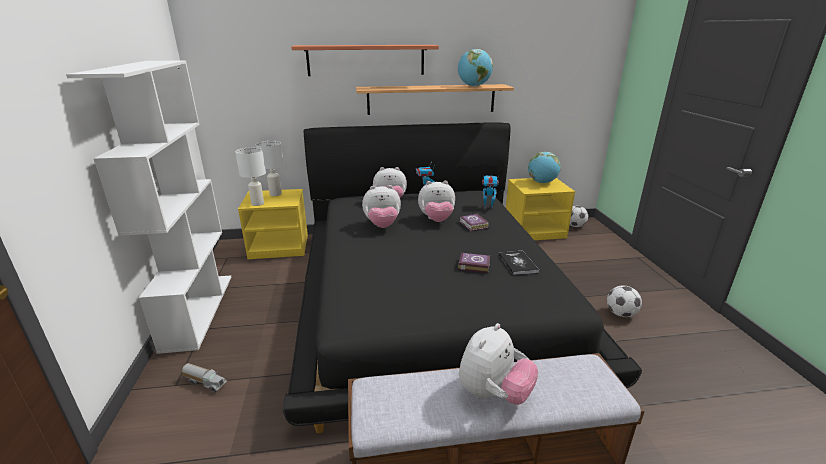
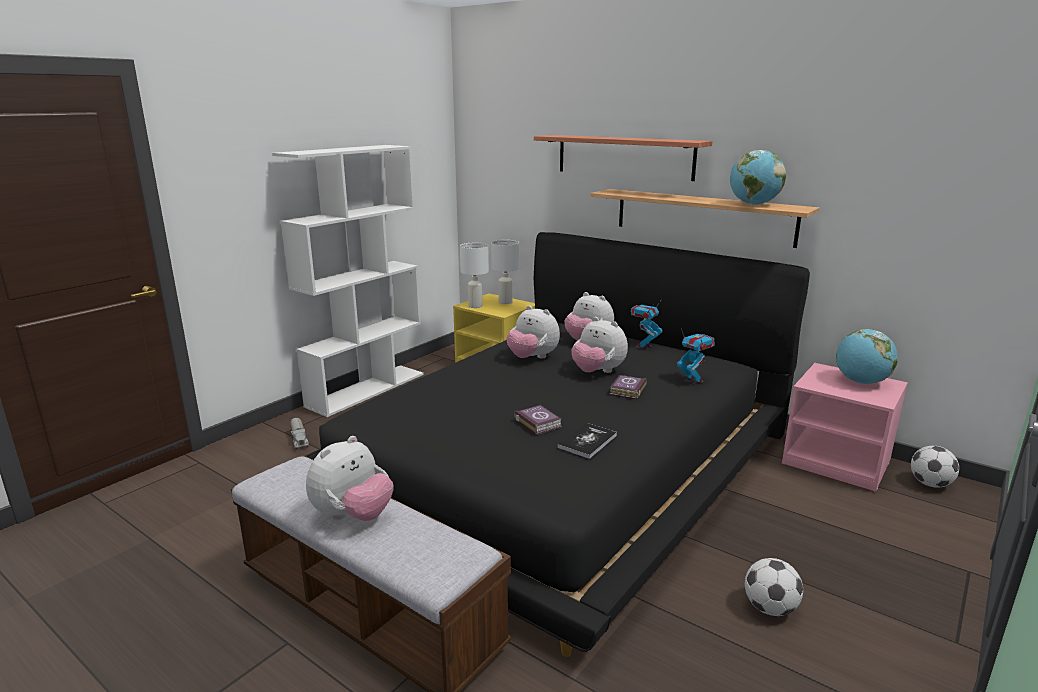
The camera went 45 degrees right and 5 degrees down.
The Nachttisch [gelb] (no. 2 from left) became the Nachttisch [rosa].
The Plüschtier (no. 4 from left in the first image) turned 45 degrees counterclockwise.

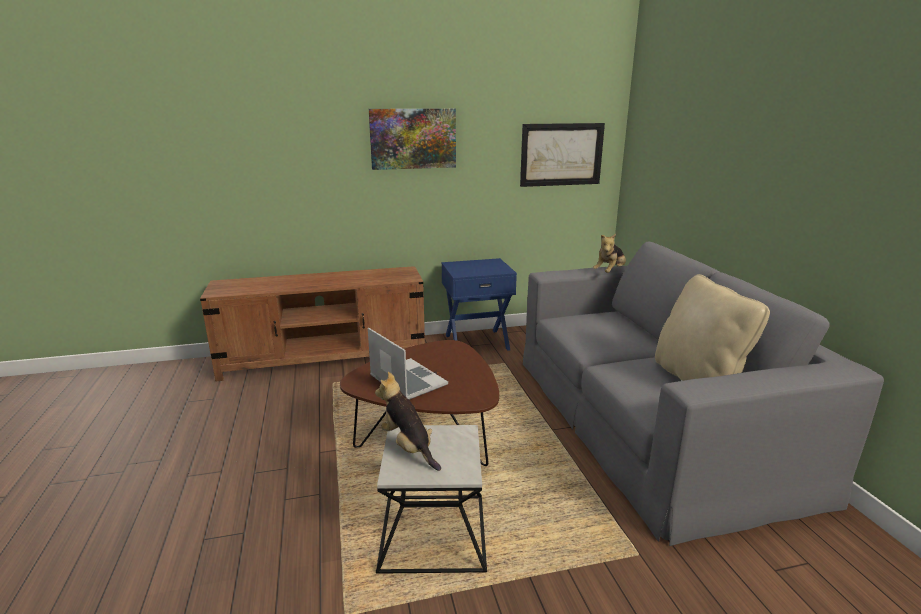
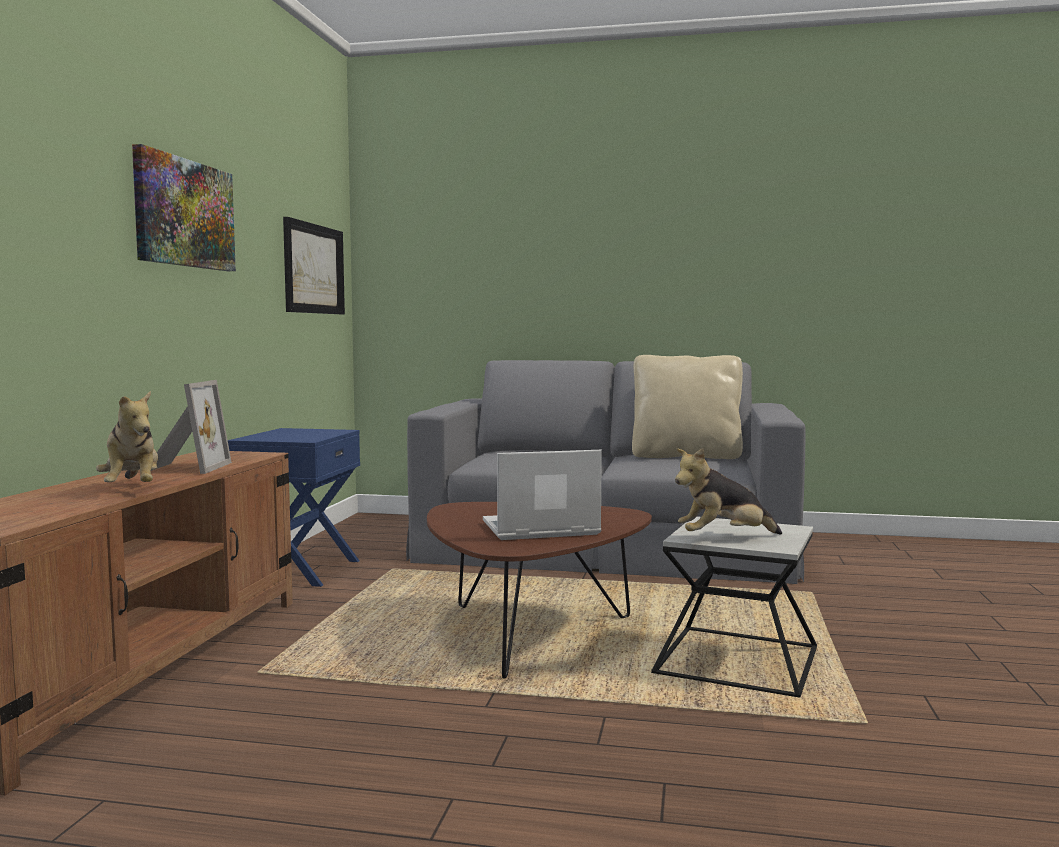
The camera went 65 degrees left and 15 degrees down.
The Bilderrahmen appeared.
The Plüschtier (no. 2 from left in the first image) moved.

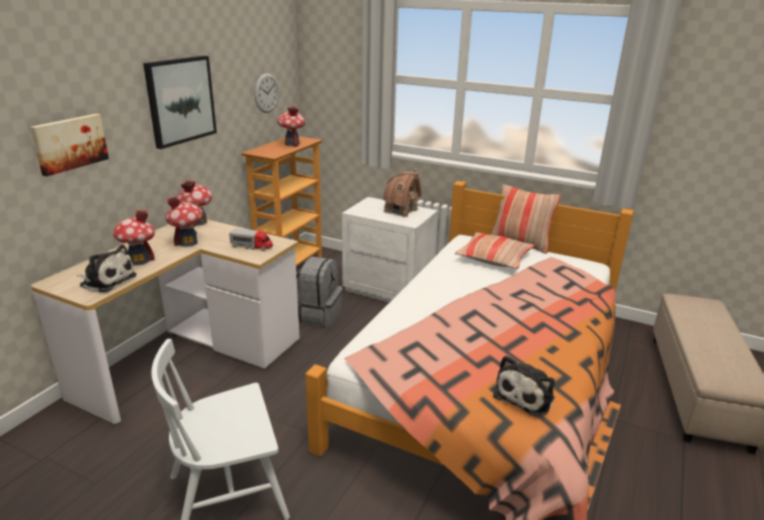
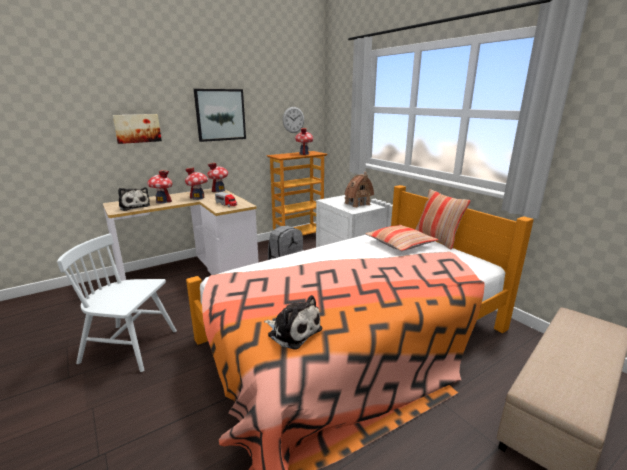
The camera went 30 degrees right and 5 degrees down.
The Plüschtier (no. 2 from left) turned 120 degrees counterclockwise.

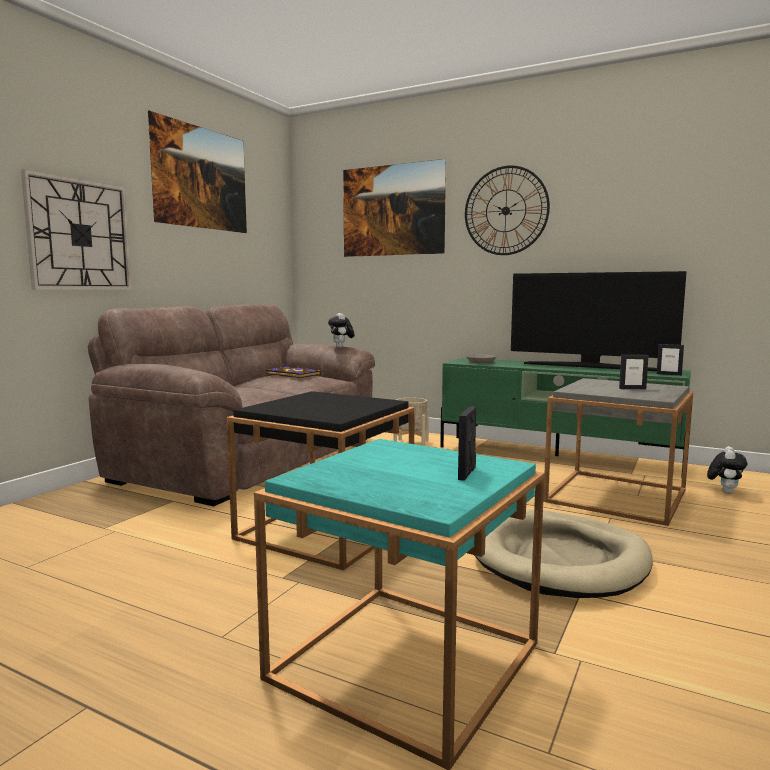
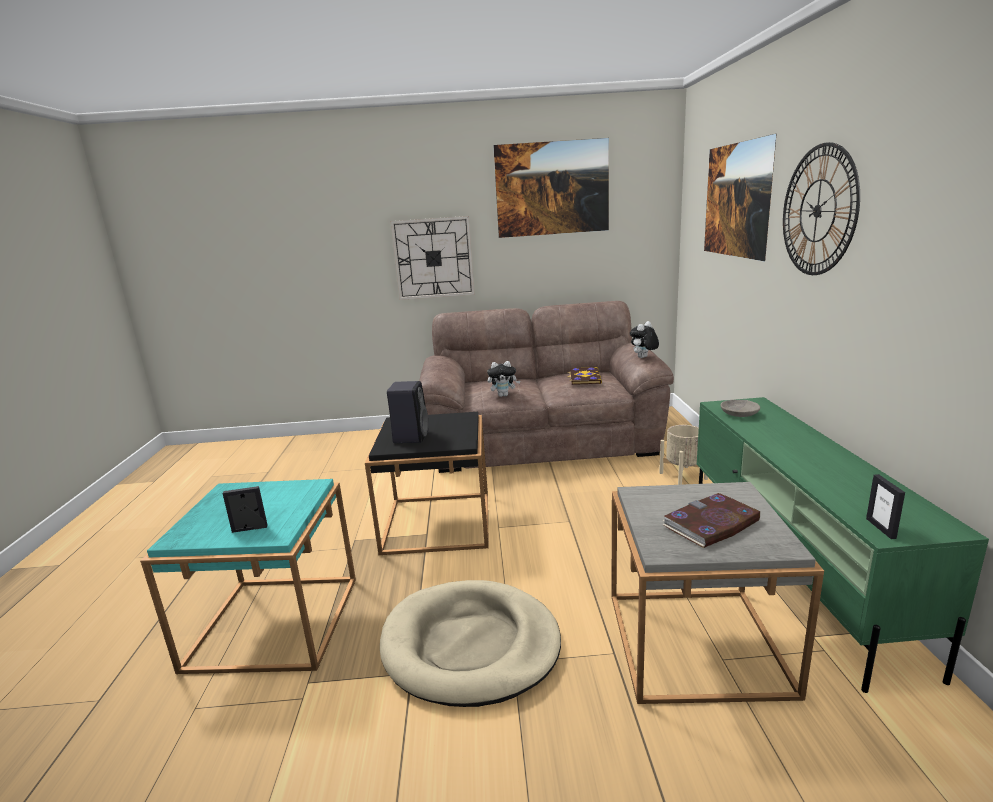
The camera went 60 degrees right and 10 degrees up.
The Fernseher disappeared.
The Lautsprecher [schwarz] appeared.
The Plüschtier (no. 2 from left in the first image) moved.
The Bilderrahmen (no. 2 from left) was replaced by the Buch (no. 2 from left).

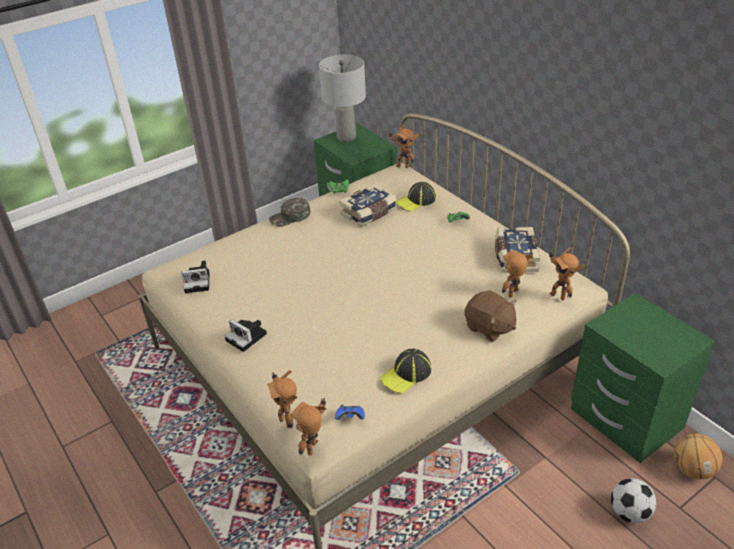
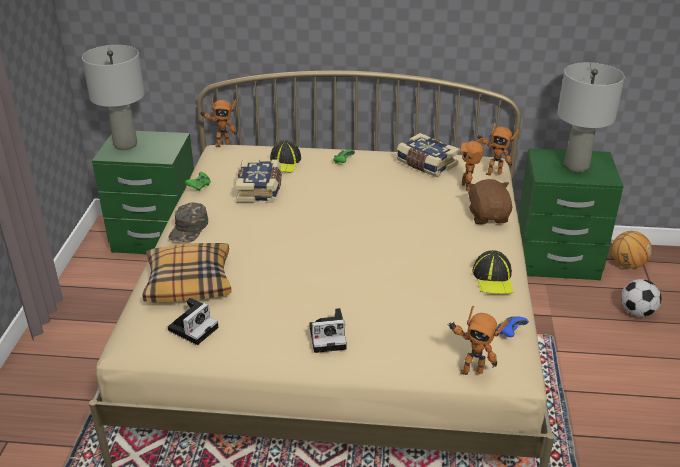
The camera went 50 degrees left and 5 degrees down.
The Spielzeugroboter (no. 2 from left) disappeared.
The Kissen appeared.
The Tischlampe [grau] (no. 2 from left) appeared.
The Plüschtier [braun] turned 90 degrees counterclockwise.

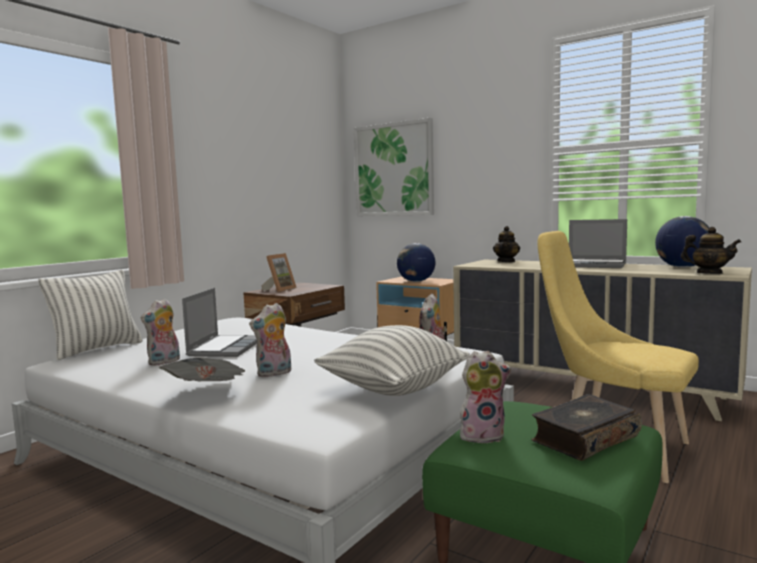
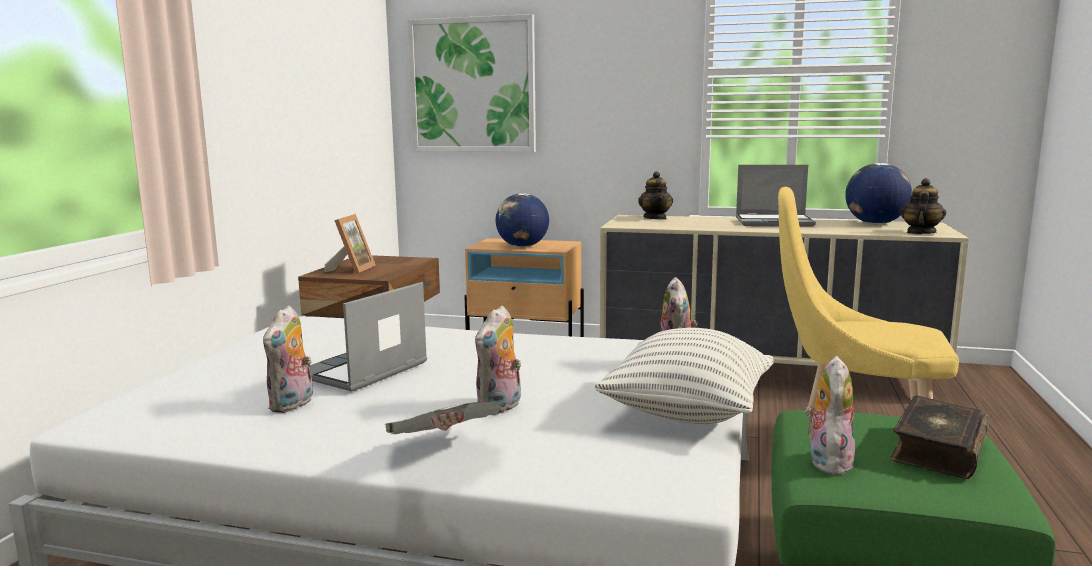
The camera went 20 degrees left and 5 degrees up.
The Kissen (no. 1 from left) disappeared.
The Laptop (no. 1 from left) turned 135 degrees counterclockwise.
The Plüschtier (no. 4 from left) turned 45 degrees counterclockwise.
The Teekanne (no. 2 from left) turned 75 degrees counterclockwise.

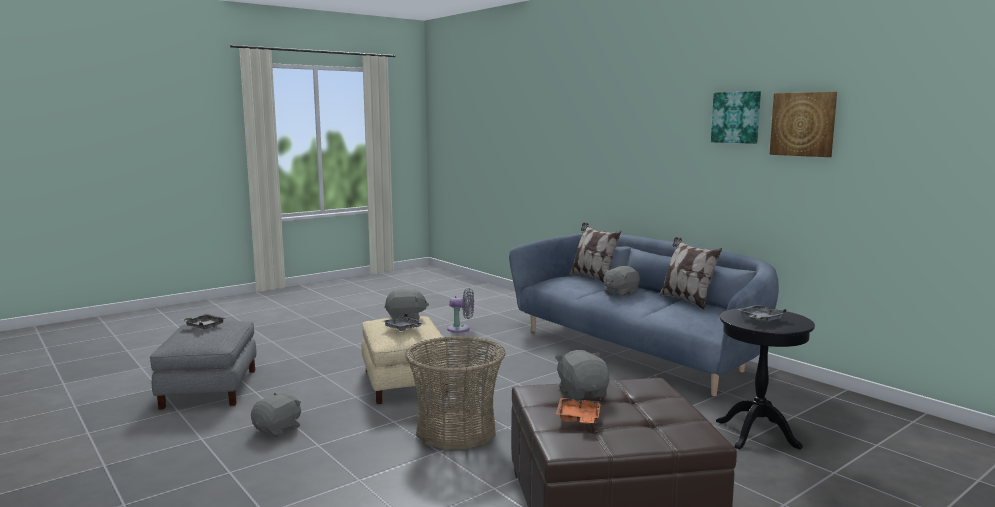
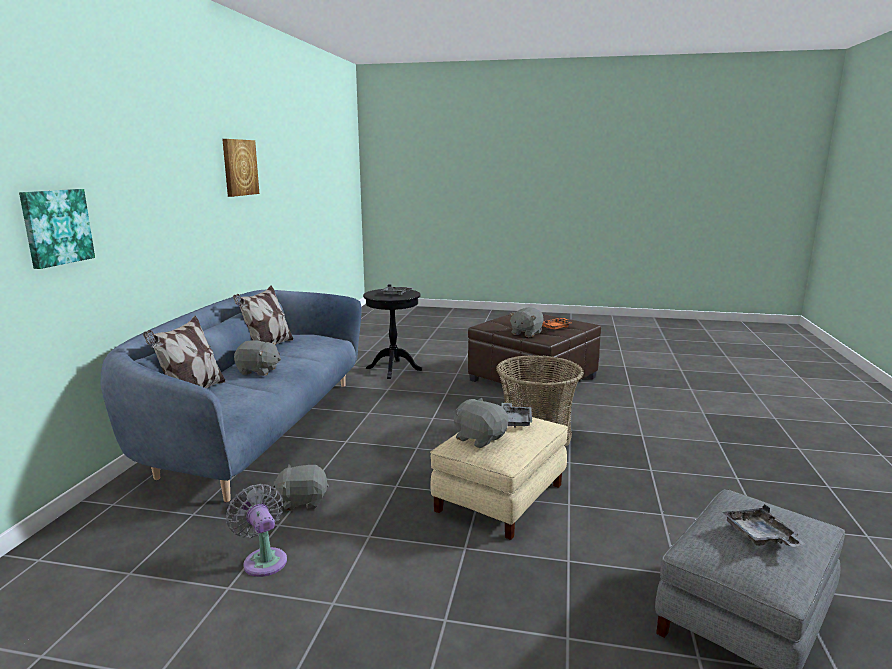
The camera went 130 degrees left and 5 degrees up.
The Plüschtier [grau] (no. 1 from left in the first image) moved.
The Bild (no. 1 from left) moved.

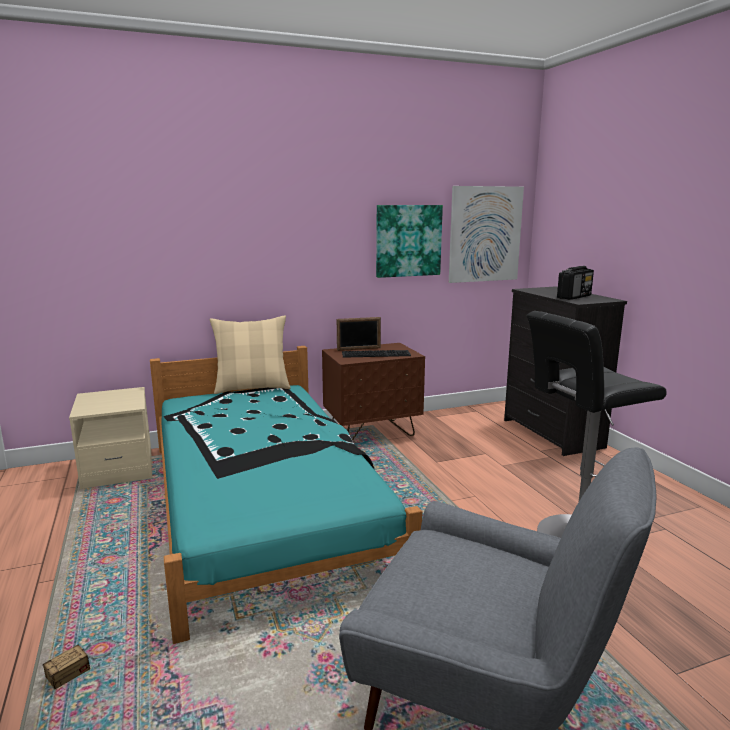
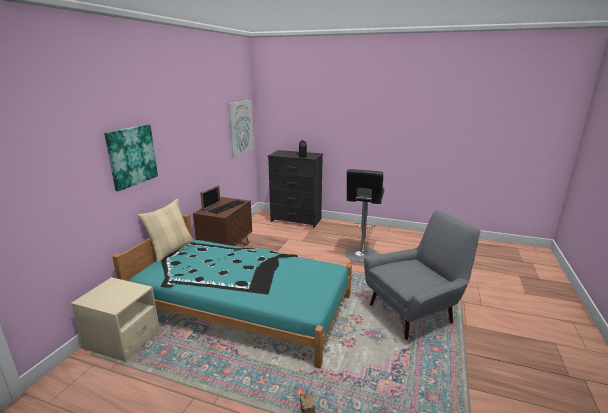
The camera went 50 degrees left and 5 degrees up.
The Bild (no. 1 from left) moved.

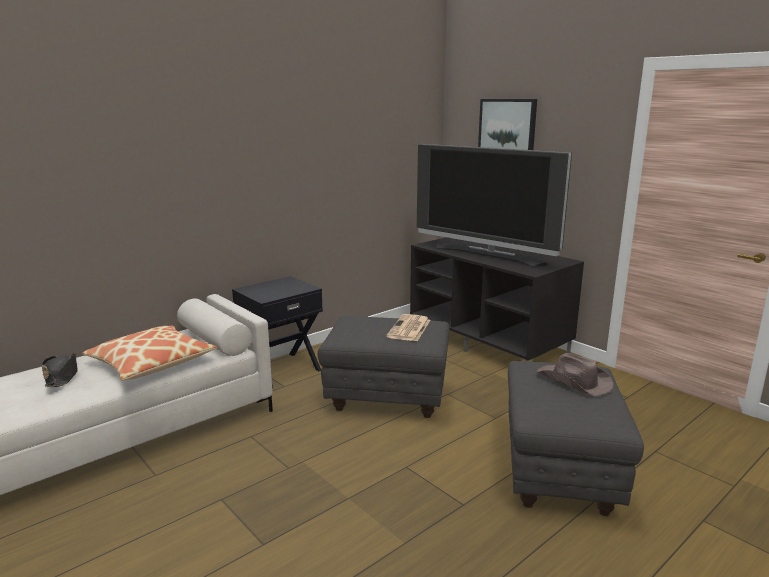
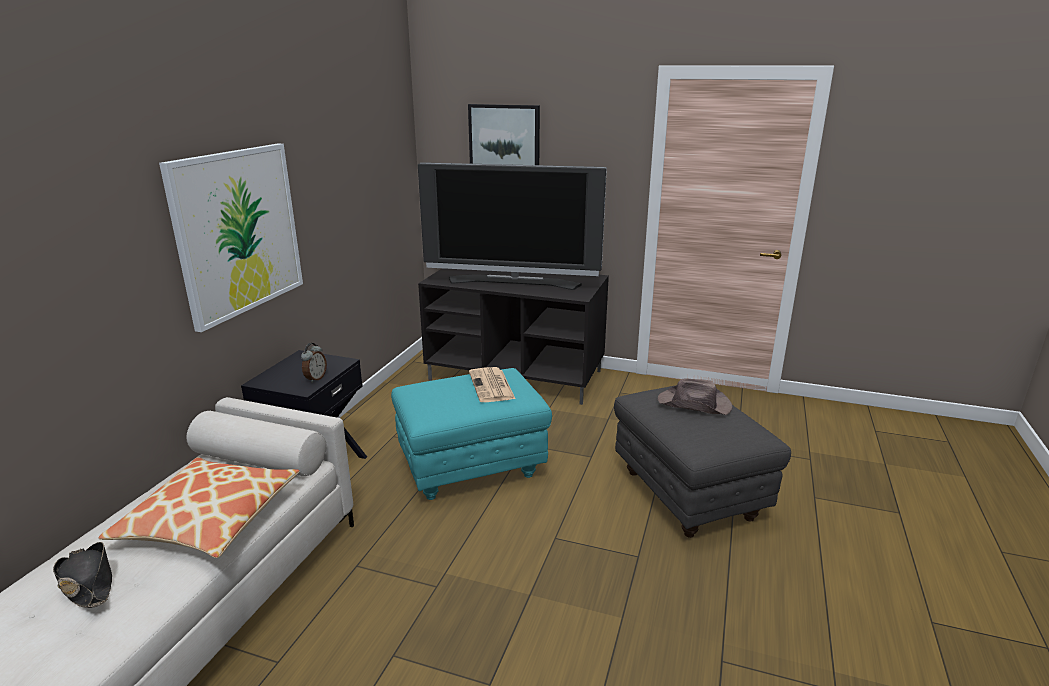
The camera went 30 degrees left and 5 degrees up.
The Bild (no. 1 from left) appeared.
The Wecker appeared.
The Polsterhocker [grau] (no. 1 from left) became the Polsterhocker [türkis].

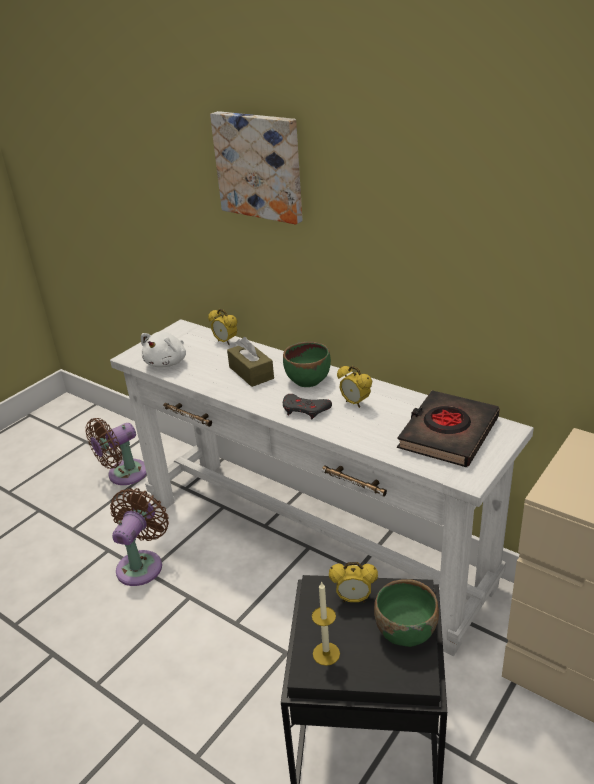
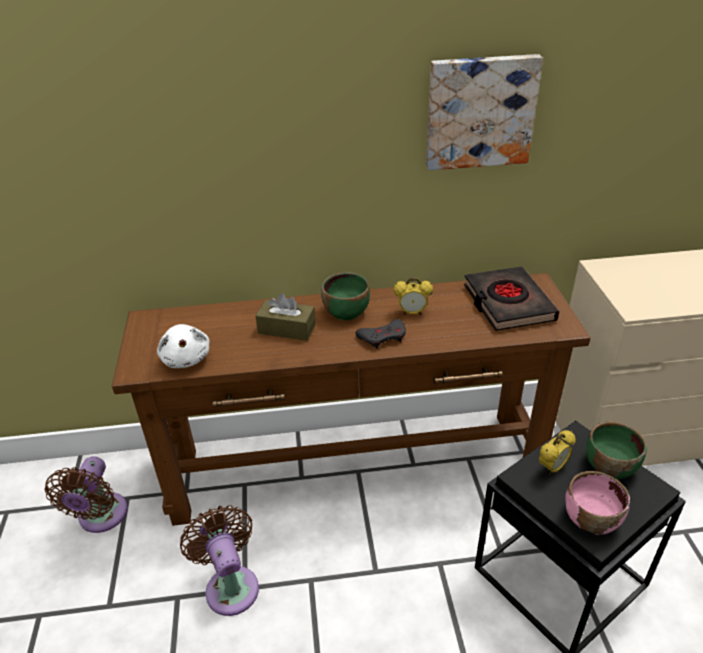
The camera went 45 degrees left and 5 degrees up.
The Wecker (no. 1 from left) disappeared.
The Bild moved.
The Kerze was replaced by the Schüssel [rosa].
The Konsolentisch [weiß] became the Konsolentisch [braun].

